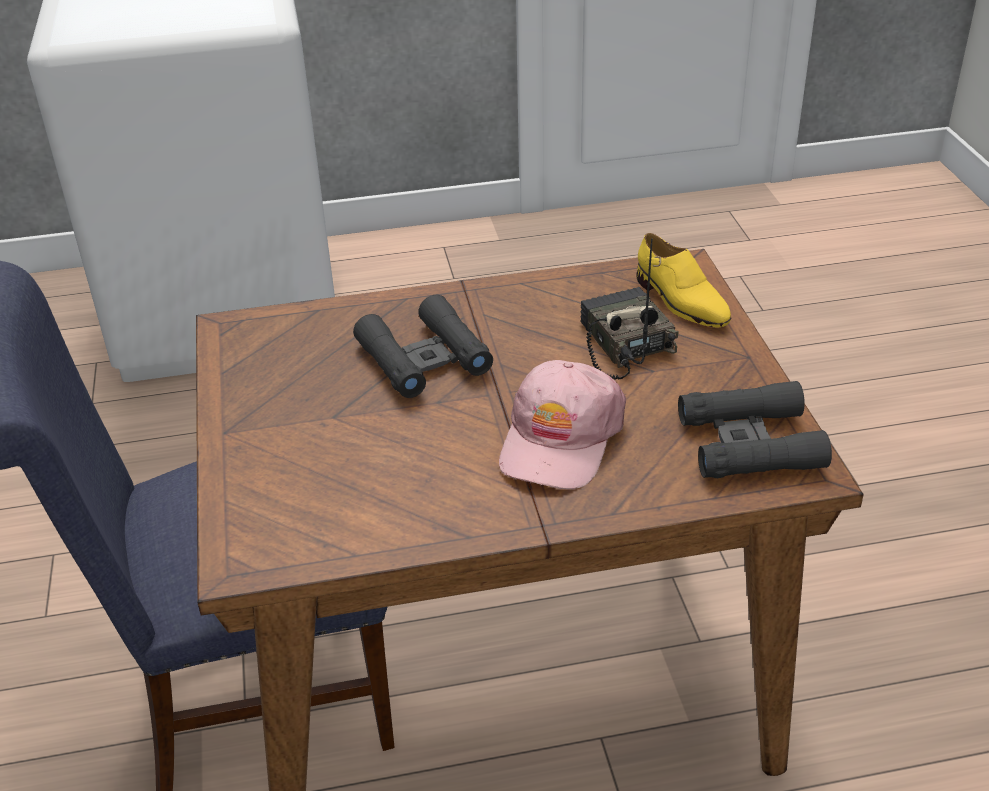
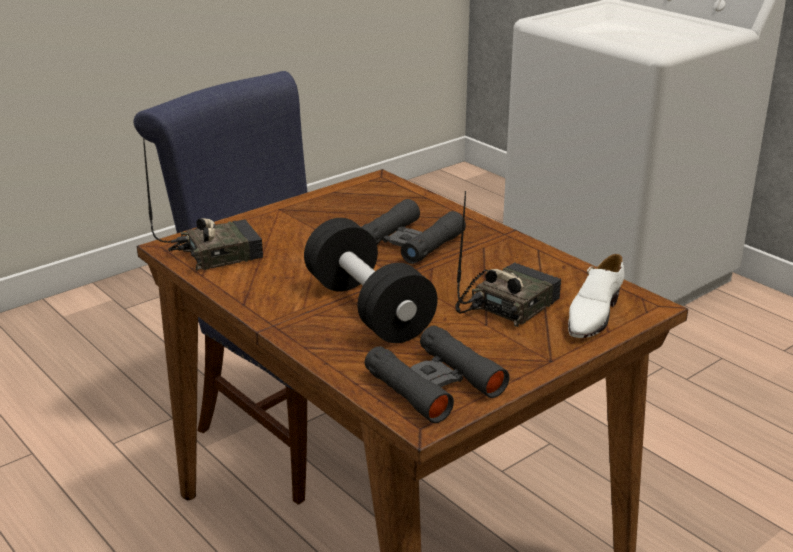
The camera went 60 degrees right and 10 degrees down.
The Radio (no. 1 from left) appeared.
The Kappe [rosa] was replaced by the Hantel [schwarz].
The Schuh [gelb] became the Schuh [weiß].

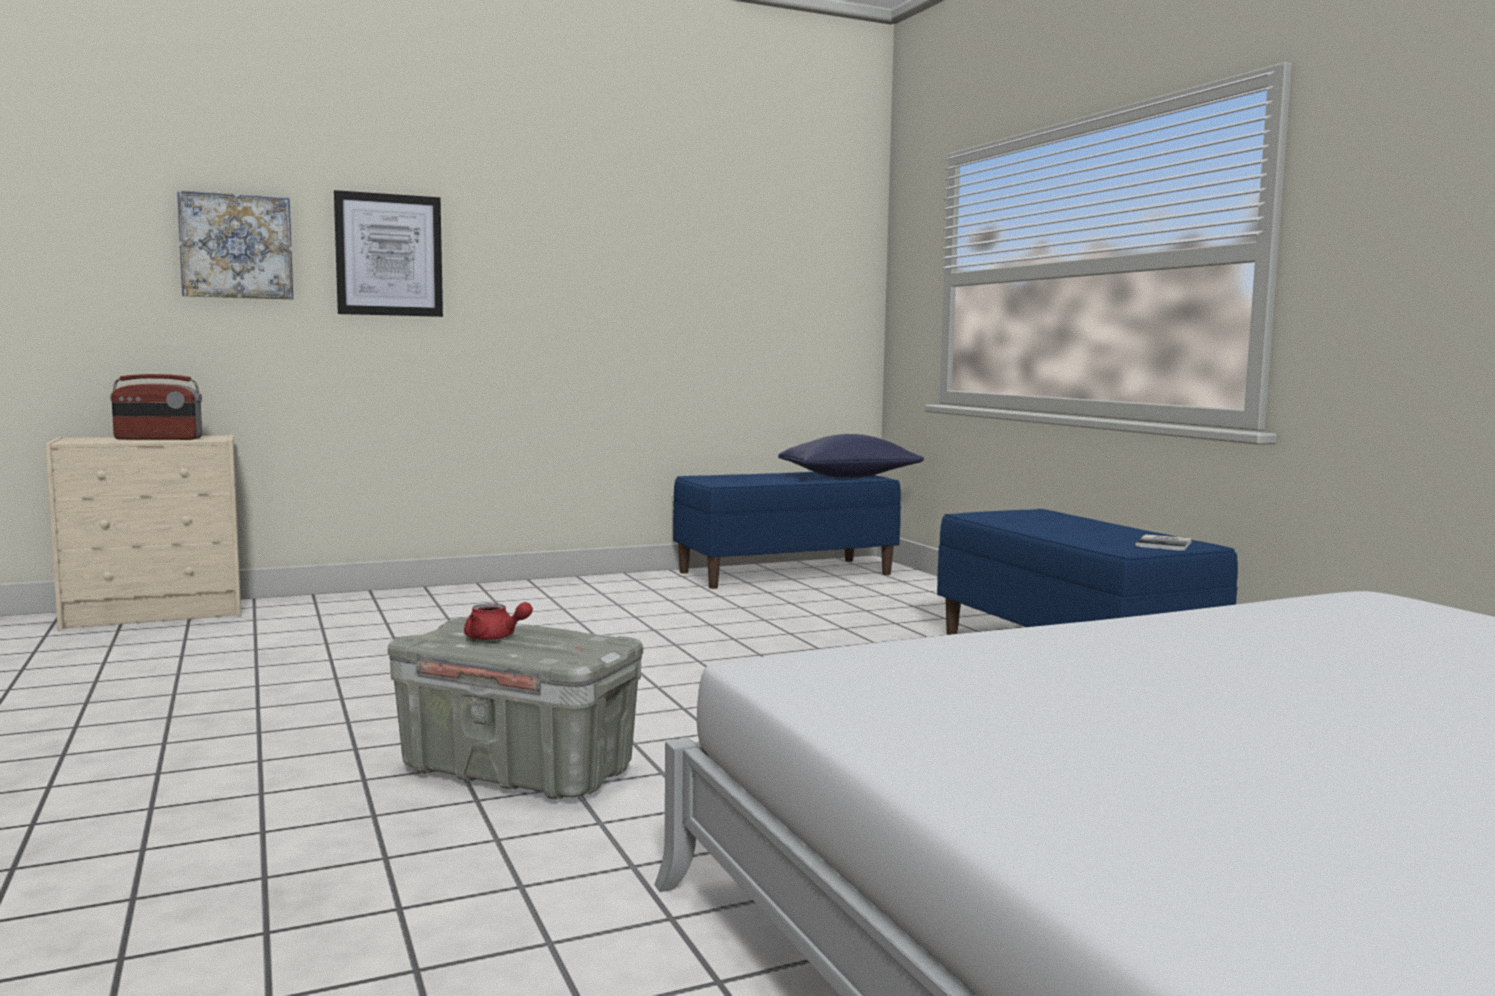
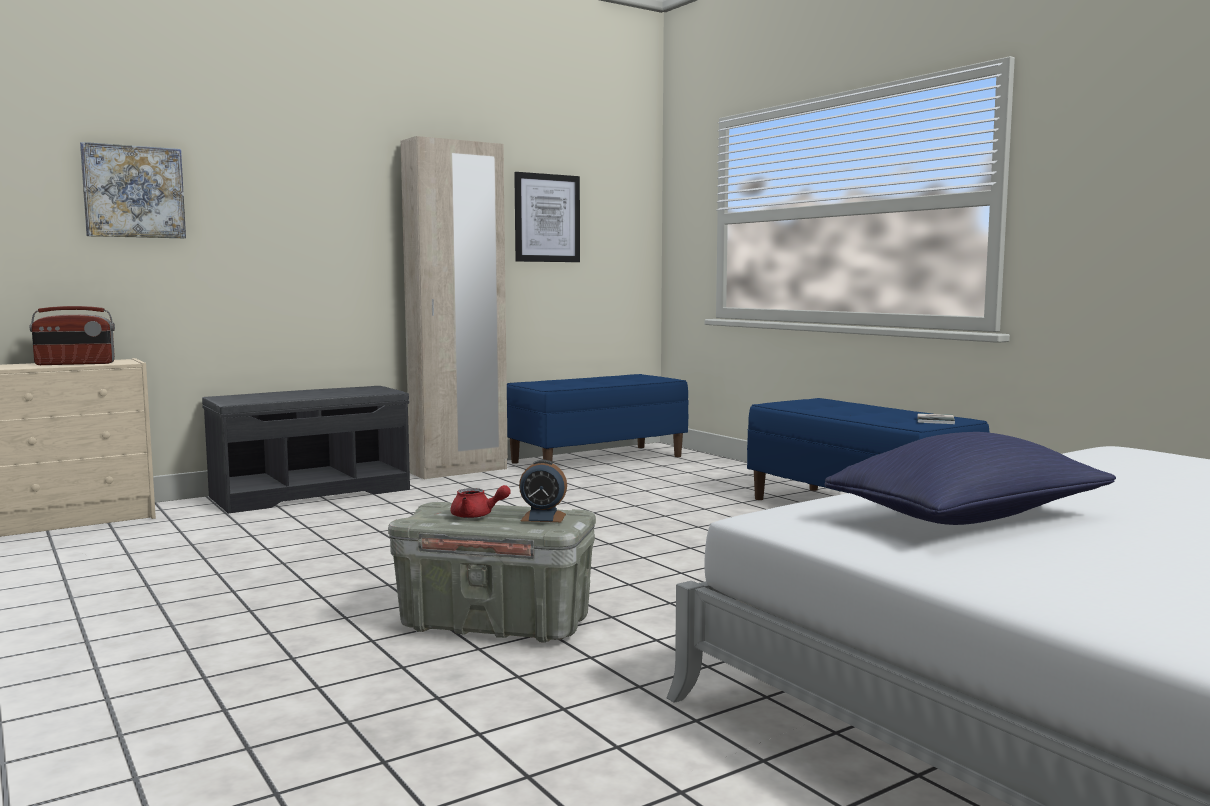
The camera went 10 degrees left and 0 degrees up.
The Bank [grau] appeared.
The Kleiderschrank [beige] appeared.
The Wecker appeared.
The Bild (no. 2 from left) moved.
The Kissen [blau] moved.

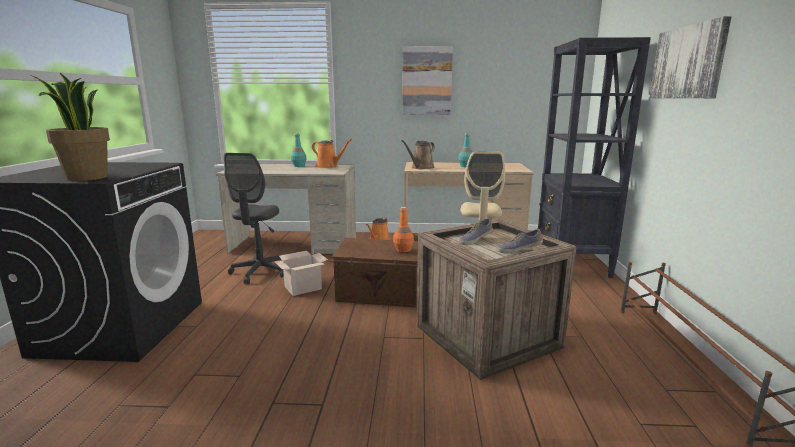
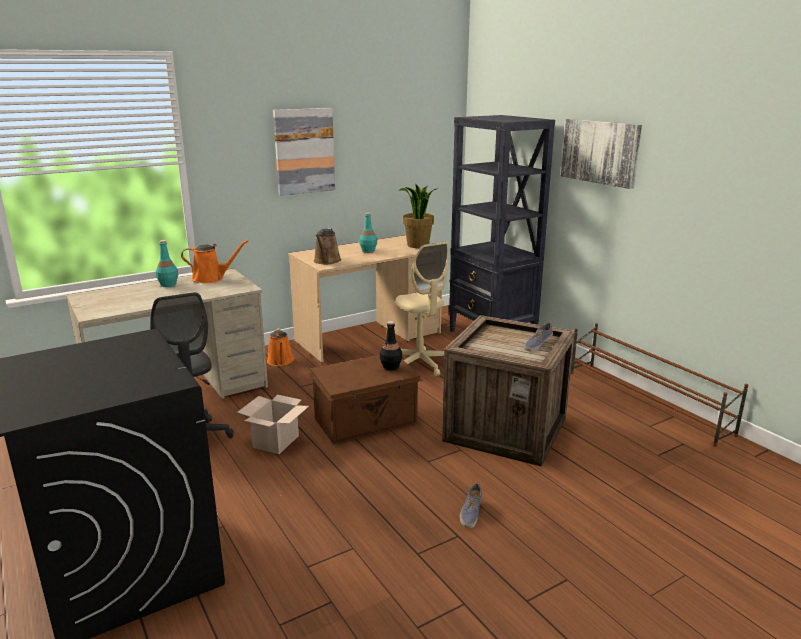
The camera went 35 degrees left and 5 degrees up.
The Topfpflanze moved.
The Schuh (no. 1 from left) moved.
The Flasche [orange] became the Flasche [schwarz].

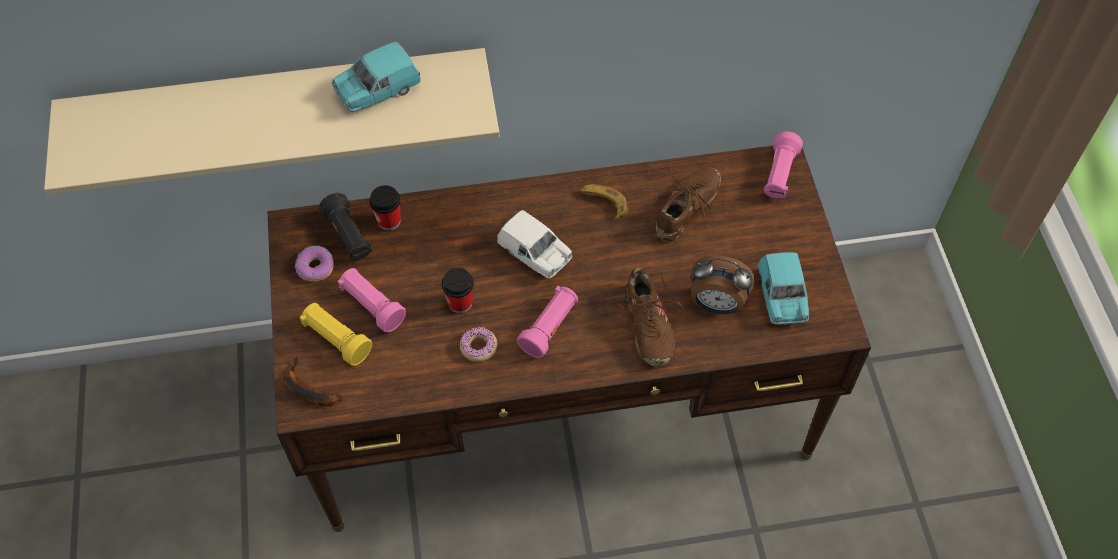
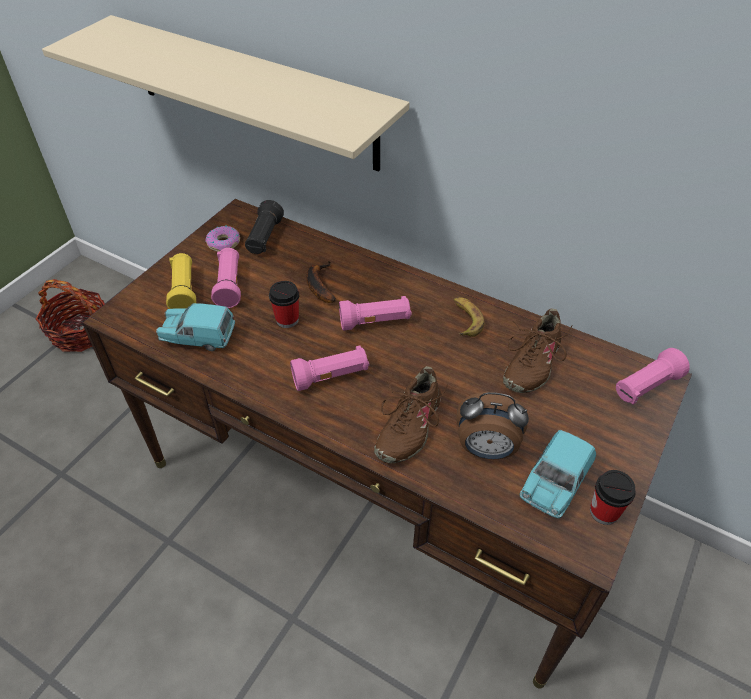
The camera went 40 degrees right and 10 degrees down.
The Donut (no. 2 from left) disappeared.
The Korb appeared.
The Banane (no. 1 from left) moved.
The Spielzeugauto [türkis] (no. 1 from left) moved.
The Tasse (no. 1 from left in the first image) moved.
The Spielzeugauto [weiß] was replaced by the Taschenlampe [rosa] (no. 3 from left).
The Schuh [braun] (no. 2 from left) turned 135 degrees clockwise.
The Wecker turned 45 degrees counterclockwise.

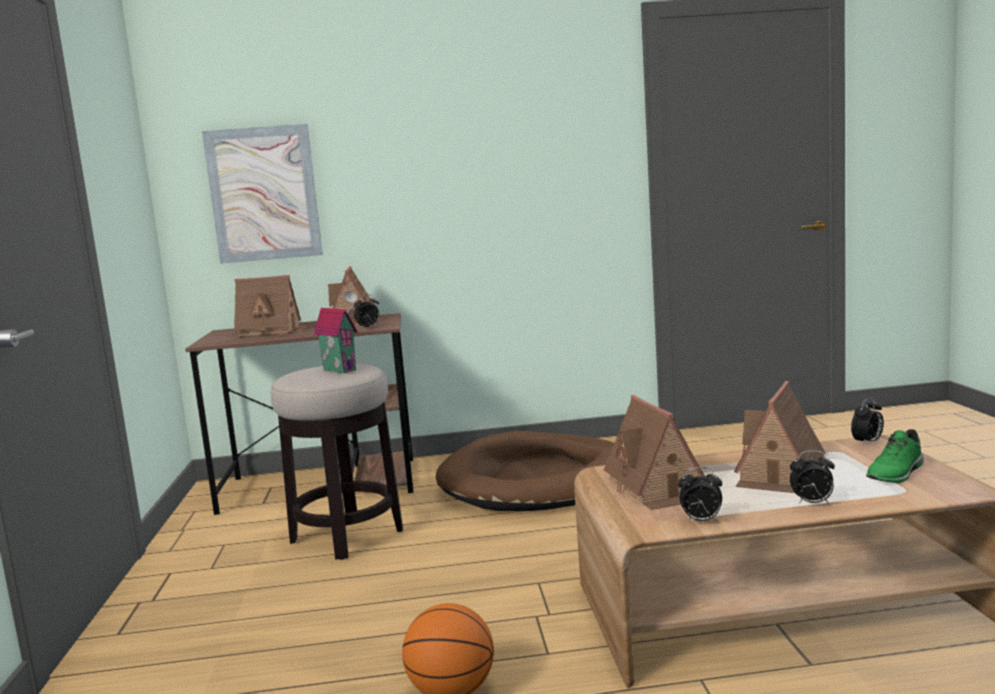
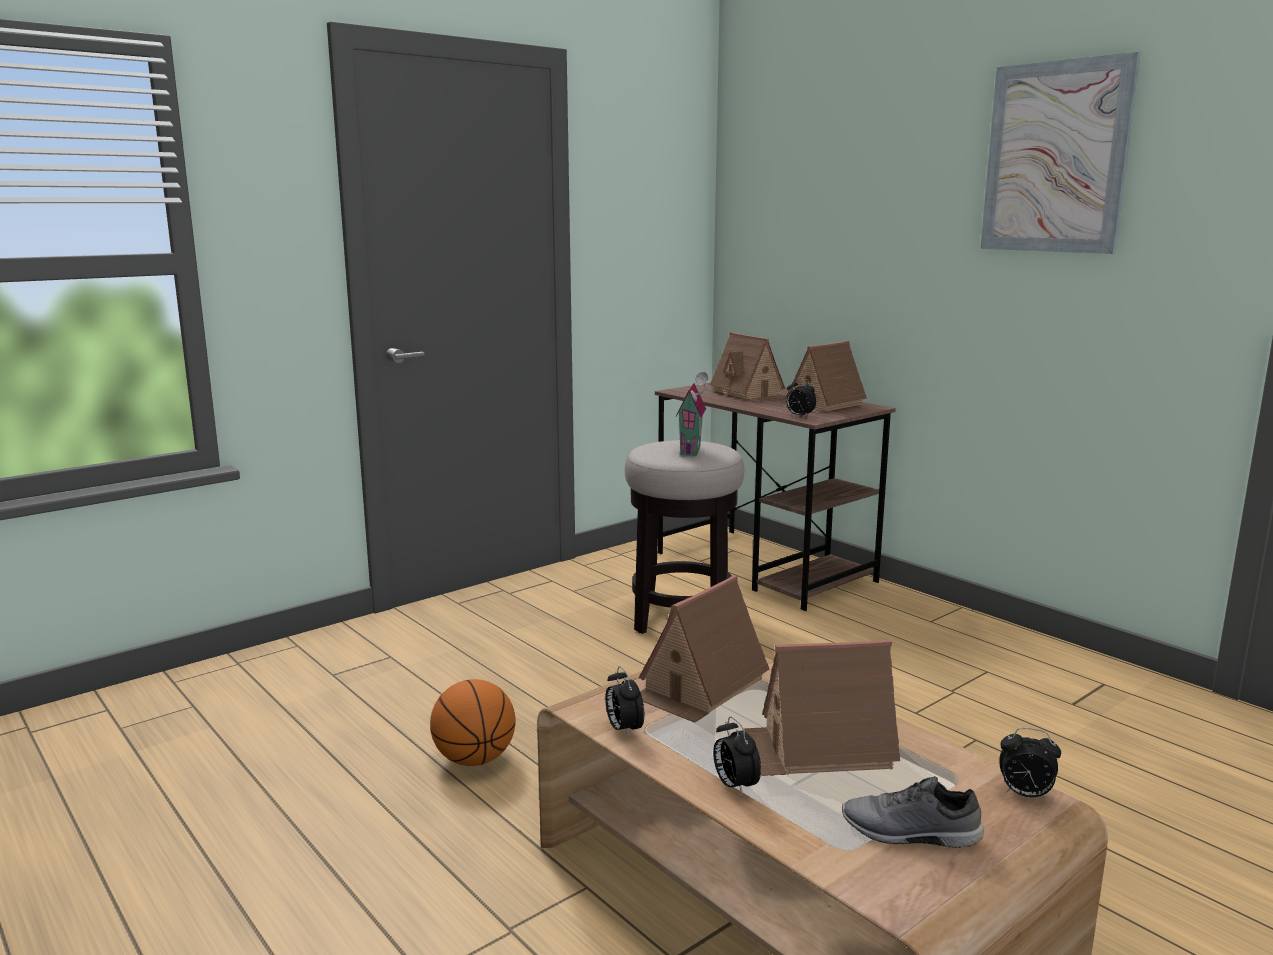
The camera went 55 degrees right and 5 degrees up.
The Hundebett [braun] disappeared.
The Bild moved.
The Schuh [grün] became the Schuh [grau].

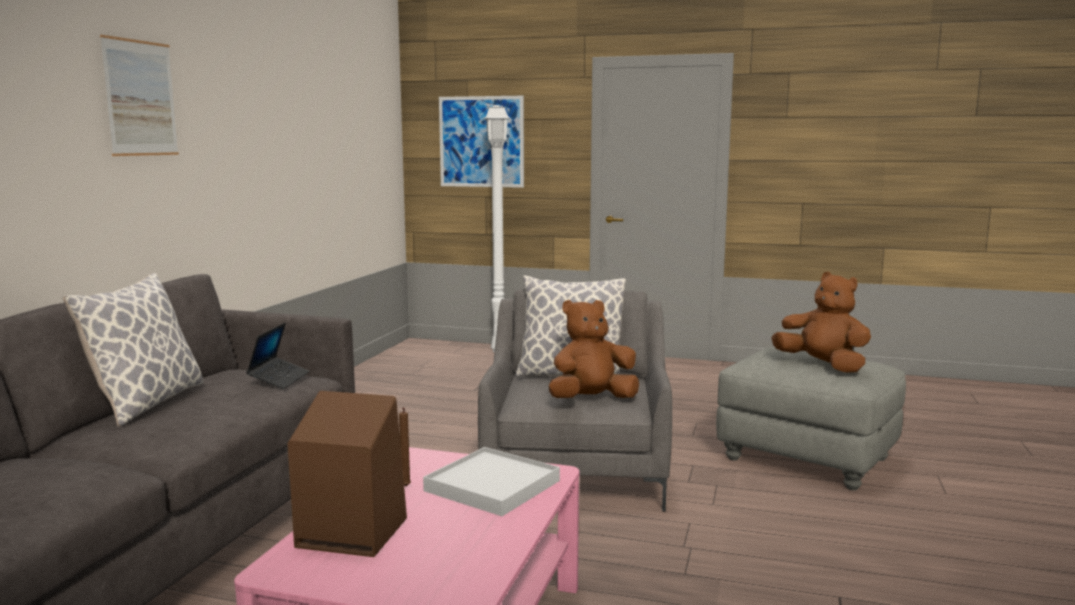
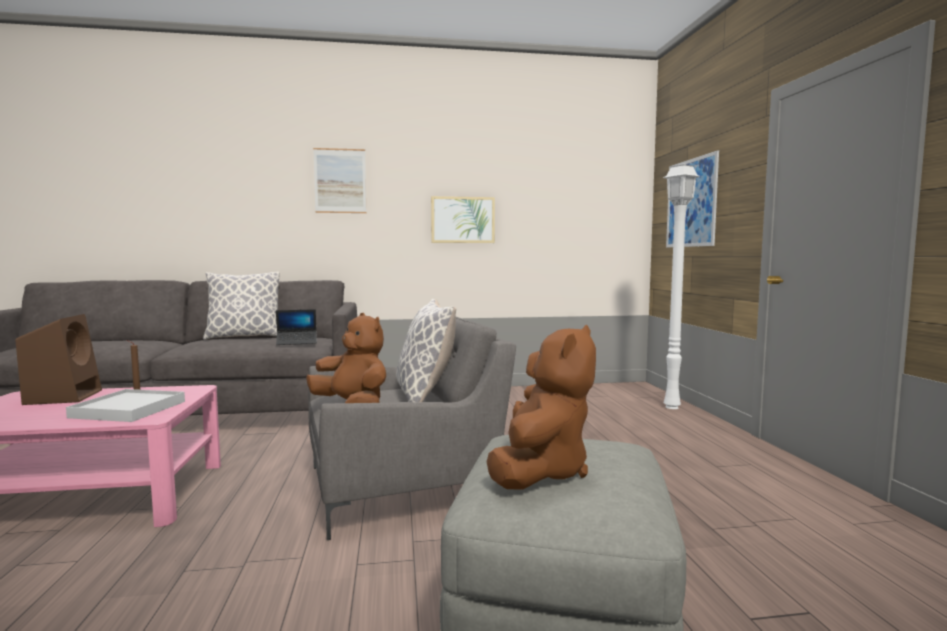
The camera went 65 degrees right and 5 degrees down.
The Bild (no. 2 from left) appeared.

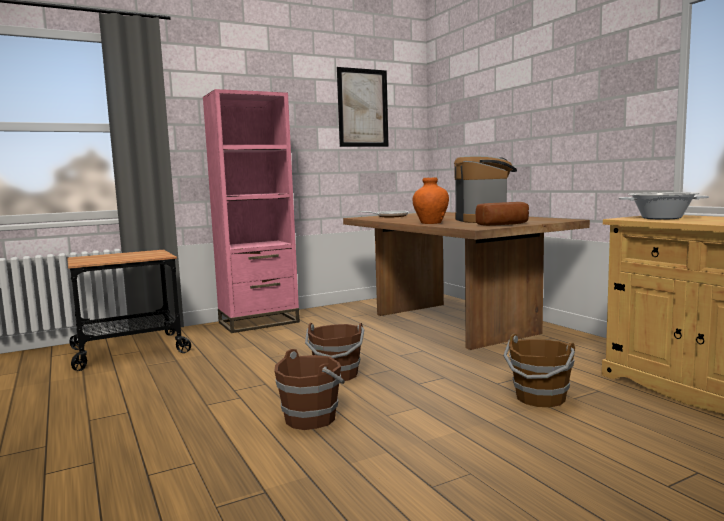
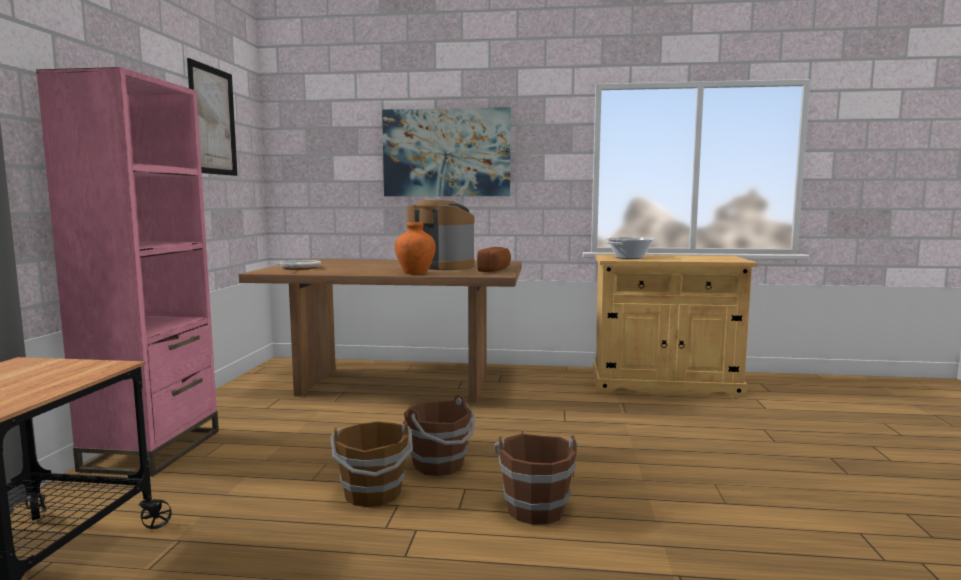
The camera went 55 degrees left and 0 degrees up.
The Bild (no. 2 from left) appeared.
The Eimer [braun] (no. 3 from left in the first image) moved.

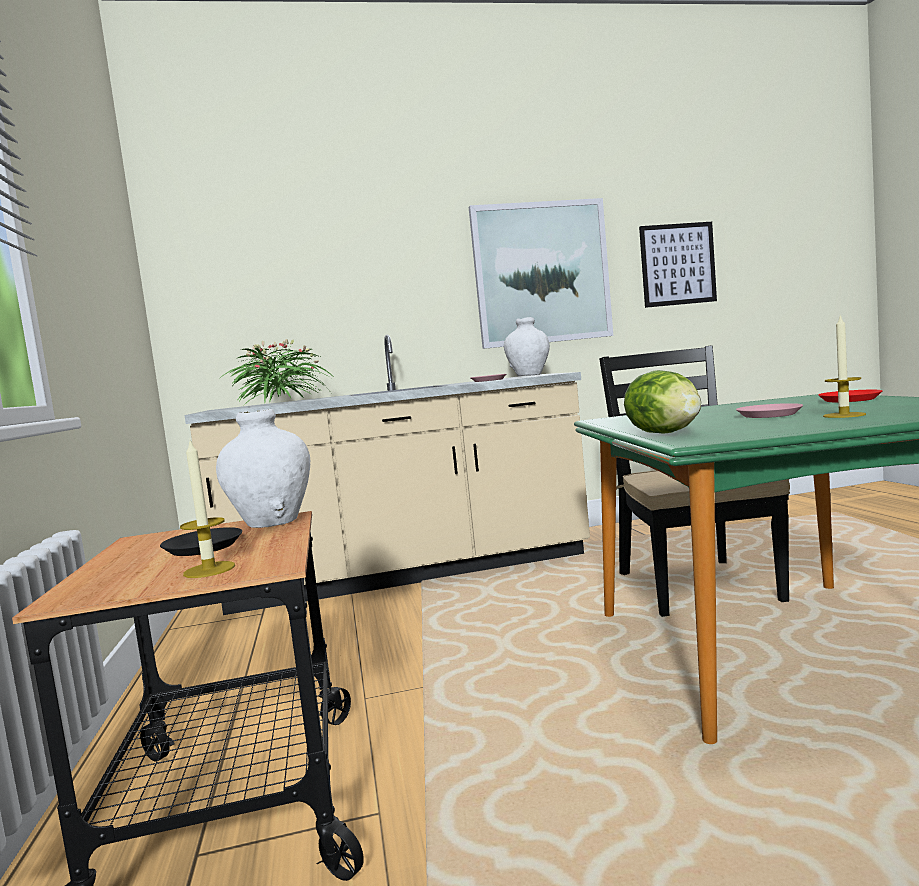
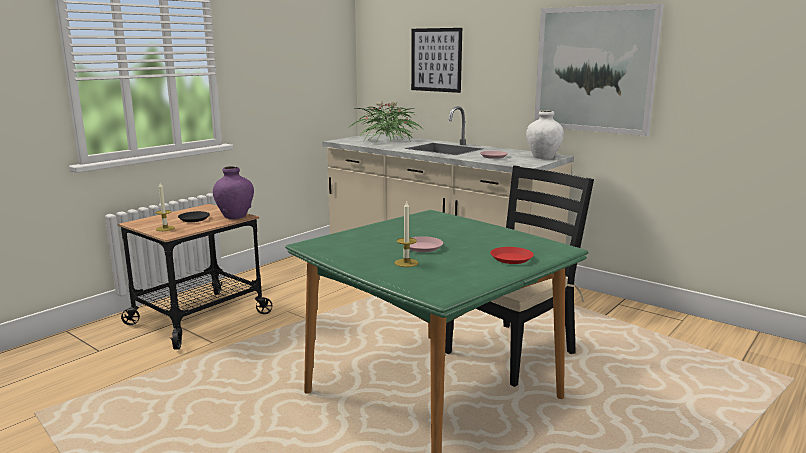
The camera went 50 degrees right and 10 degrees up.
The Salatkopf disappeared.
The Bild (no. 2 from left in the first image) moved.
The Vase [weiß] (no. 1 from left) became the Vase [lila].

